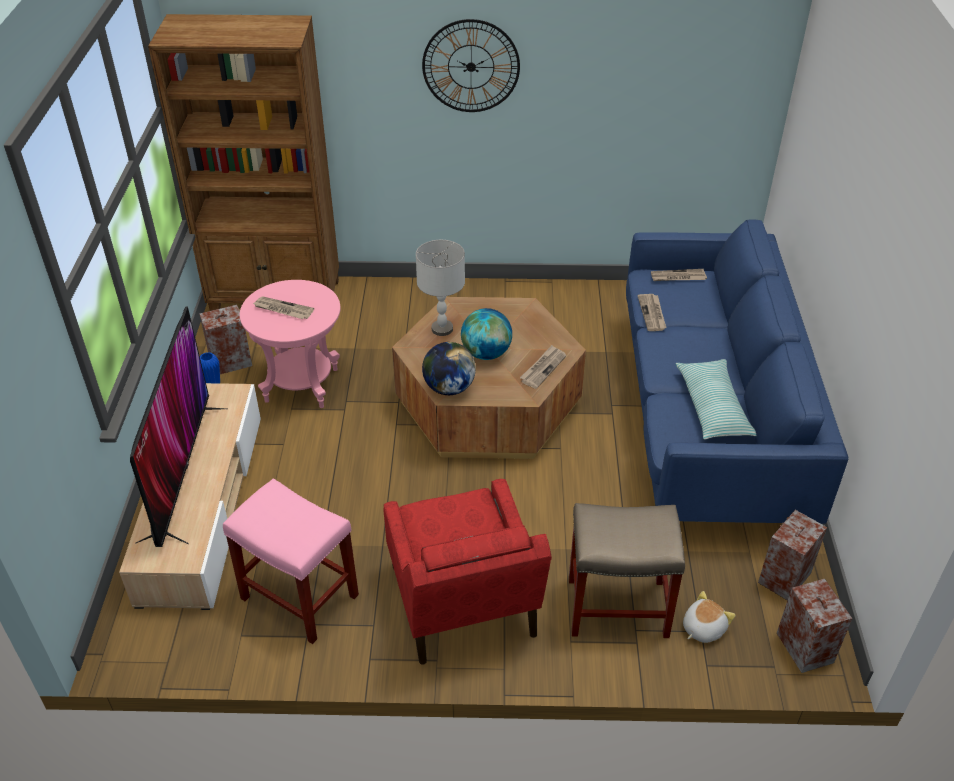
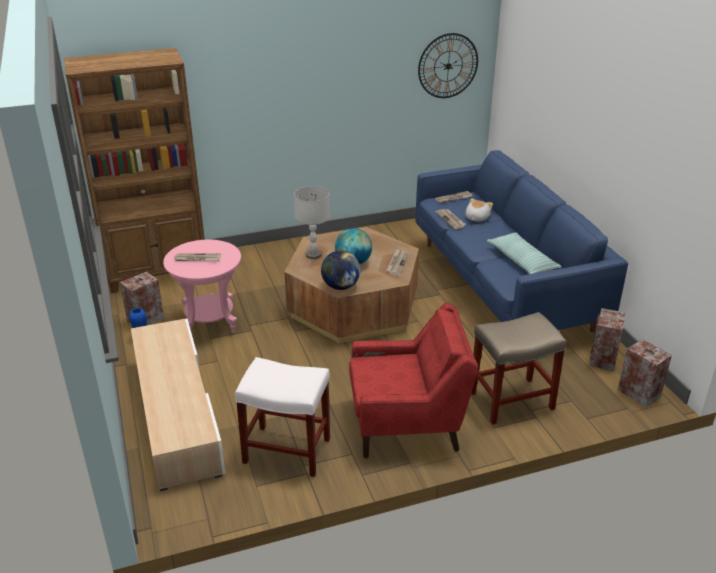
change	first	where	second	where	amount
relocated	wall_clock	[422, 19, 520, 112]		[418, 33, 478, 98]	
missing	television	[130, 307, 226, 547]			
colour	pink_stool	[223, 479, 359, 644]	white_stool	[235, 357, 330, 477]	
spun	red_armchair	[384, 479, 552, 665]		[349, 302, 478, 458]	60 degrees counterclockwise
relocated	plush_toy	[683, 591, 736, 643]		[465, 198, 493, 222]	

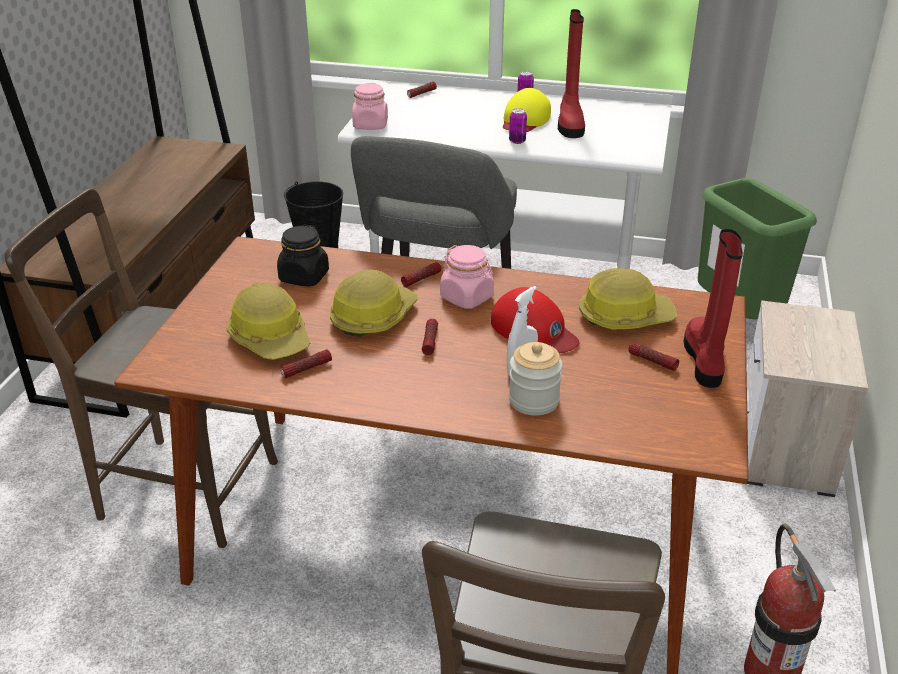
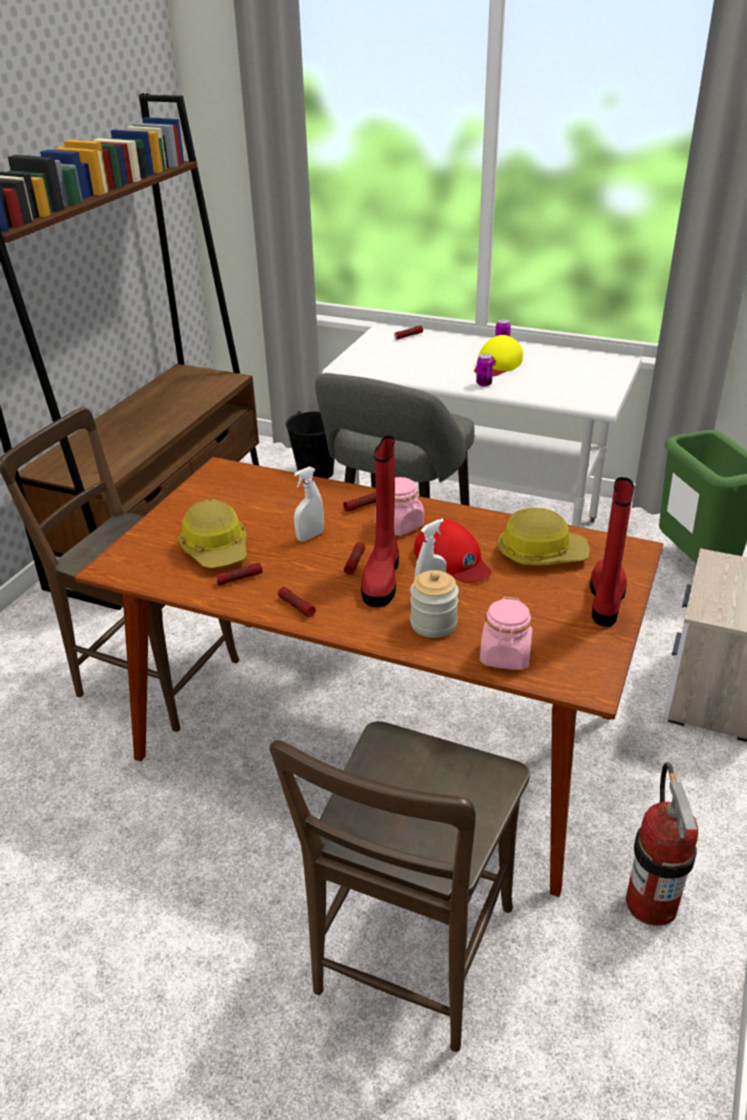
change	first	where	second	where	amount
relocated	red_boot	[558, 9, 585, 138]		[361, 435, 399, 607]	
relocated	pink_jar	[352, 83, 388, 130]		[480, 597, 533, 670]	
missing	black_jar	[277, 224, 329, 287]			
exchanged	hard_hat	[330, 270, 418, 337]	white_spray_bottle	[294, 466, 324, 541]	
relocated	flashlight	[628, 342, 679, 371]		[278, 587, 316, 617]	

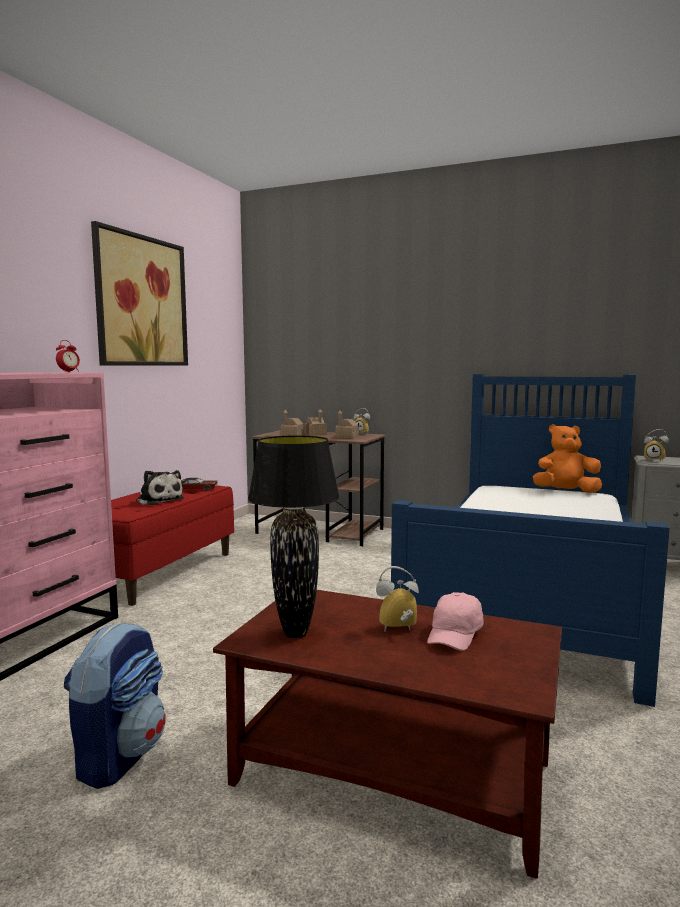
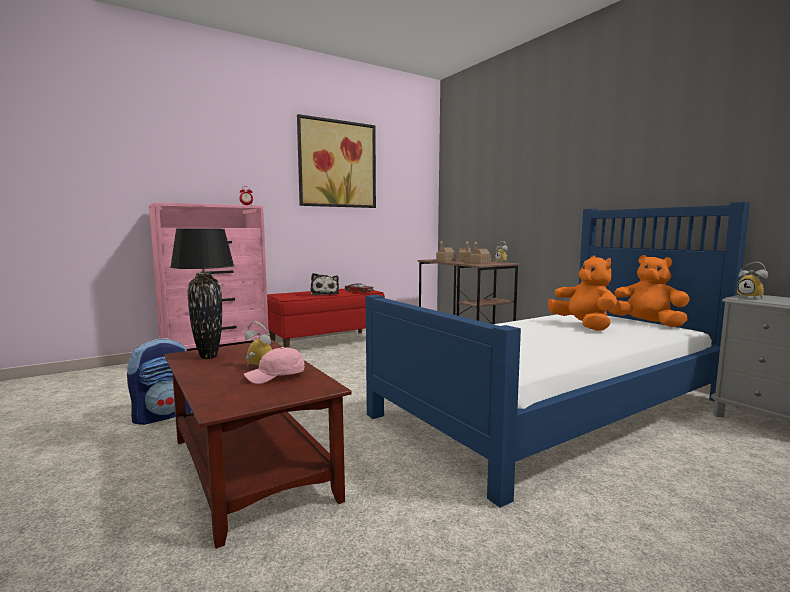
change	first	where	second	where	amount
appeared			orange_plush_toy	[548, 255, 617, 331]	

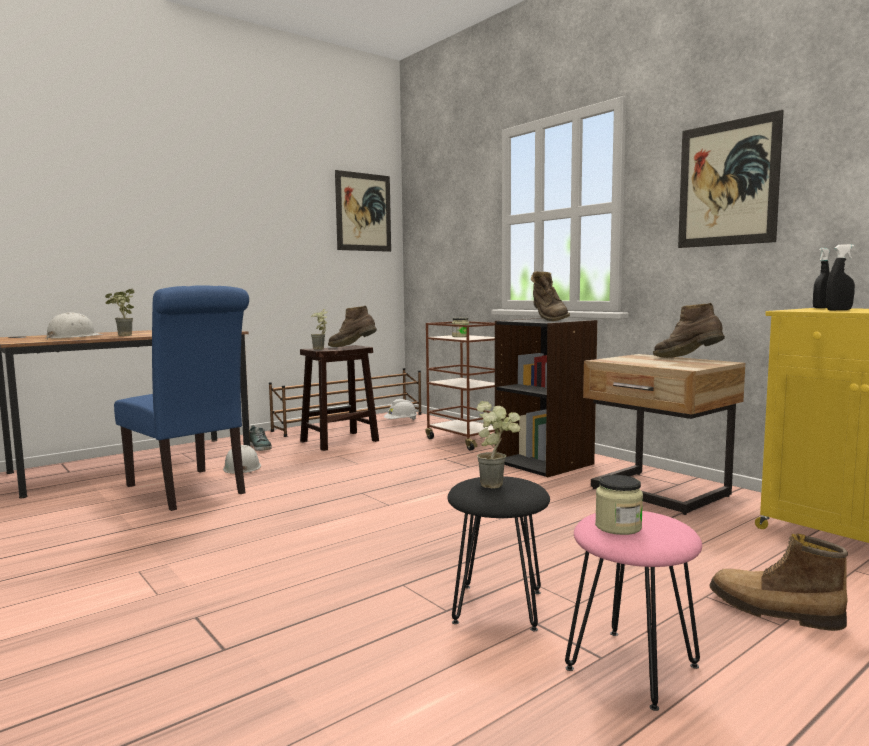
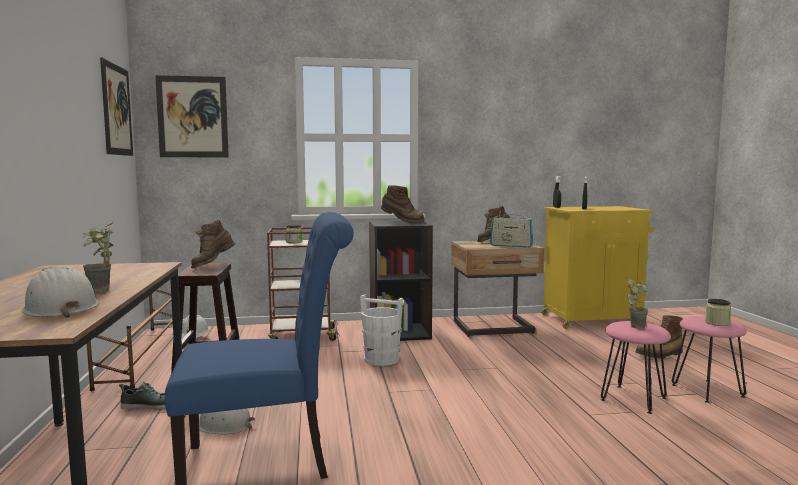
change	first	where	second	where	amount
relocated	picture	[678, 110, 784, 248]		[155, 75, 229, 157]	
missing	potted_plant	[311, 309, 328, 350]			
colour	black_stool	[447, 476, 550, 631]	pink_stool	[601, 321, 671, 414]	
appeared			radio	[490, 211, 533, 247]	
appeared			white_bucket	[360, 294, 404, 366]	

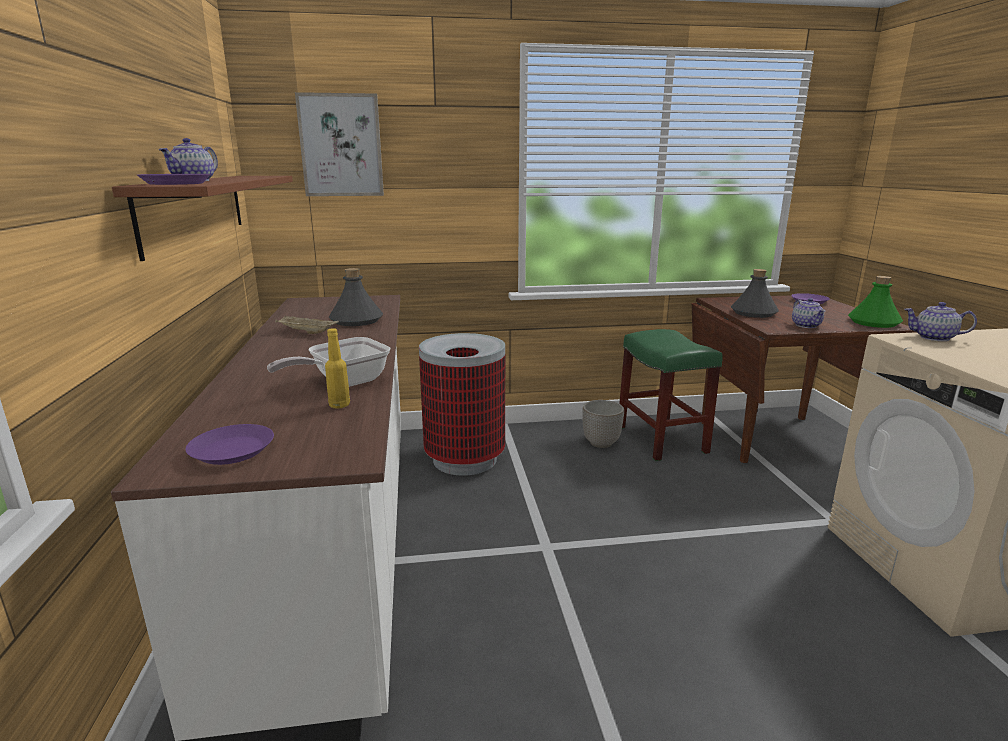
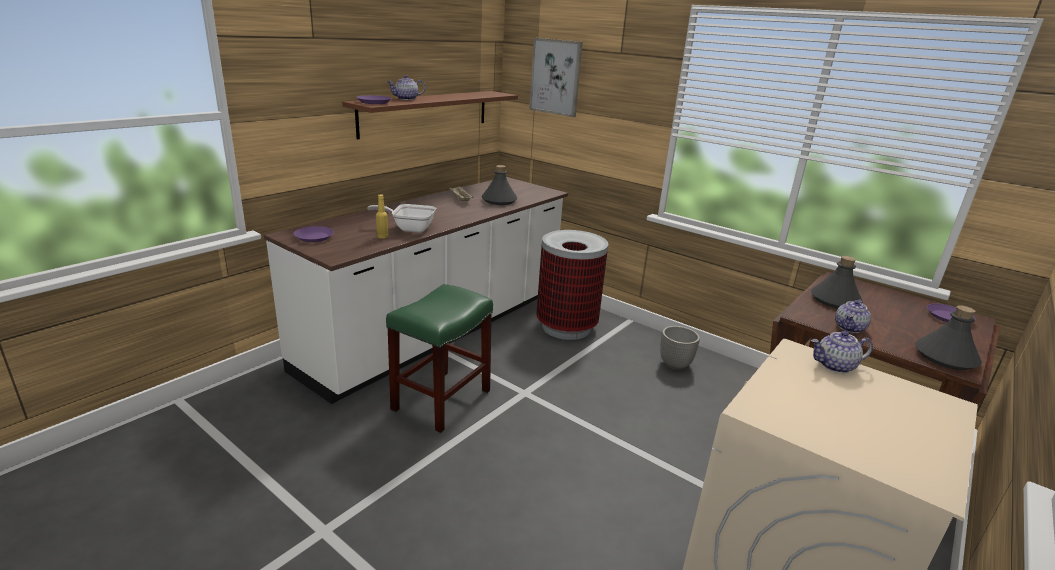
change	first	where	second	where	amount
colour	green_bottle	[848, 276, 903, 328]	grey_bottle	[915, 305, 982, 370]	
spun	teapot	[904, 302, 977, 341]		[811, 331, 873, 373]	75 degrees counterclockwise
relocated	green_stool	[619, 329, 723, 461]		[386, 284, 493, 433]	

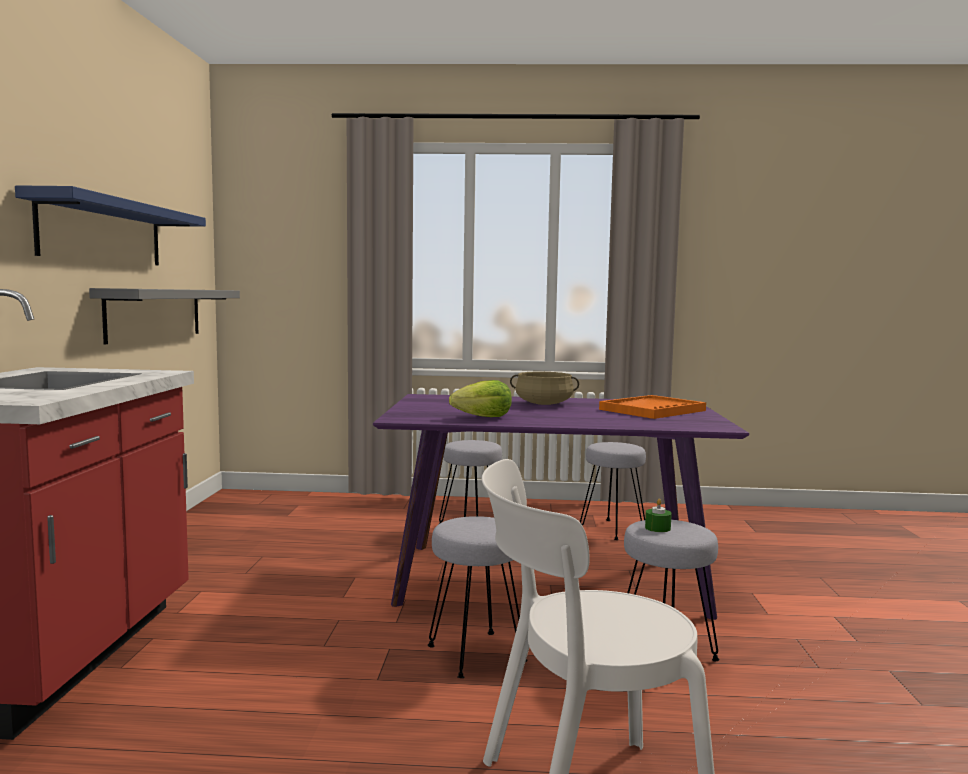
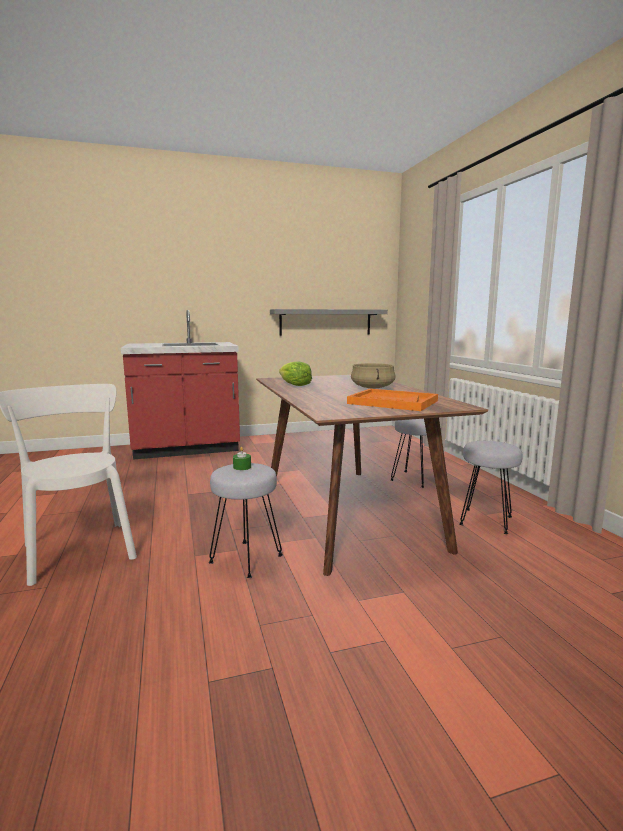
change	first	where	second	where	amount
missing	blue_shelf	[15, 185, 206, 265]			
colour	purple_dining_table	[373, 394, 749, 620]	brown_dining_table	[256, 375, 488, 576]	
missing	grey_stool	[428, 516, 527, 678]			

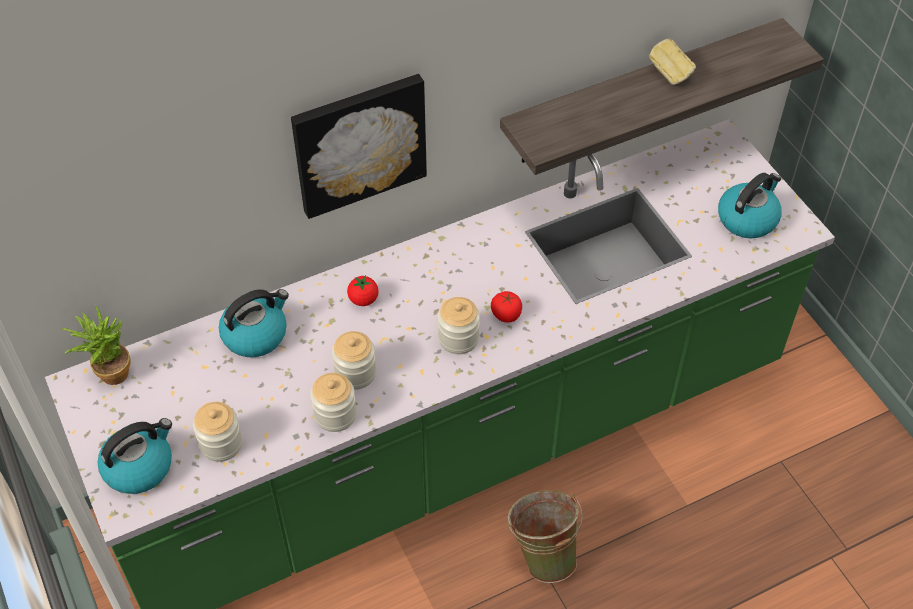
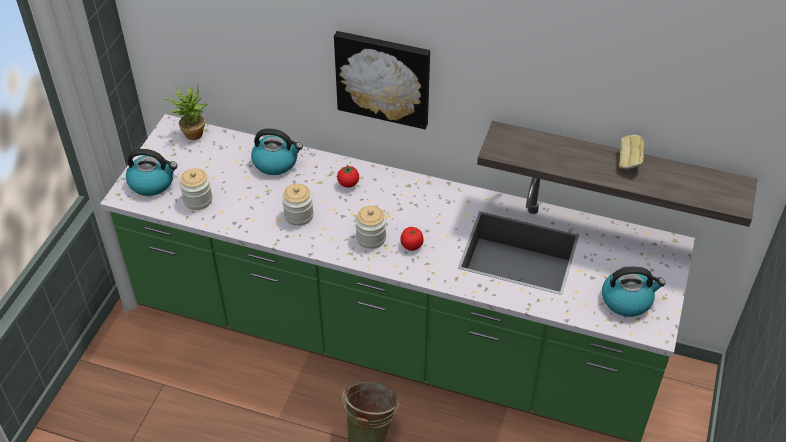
change	first	where	second	where	amount
missing	jar	[310, 373, 357, 432]			

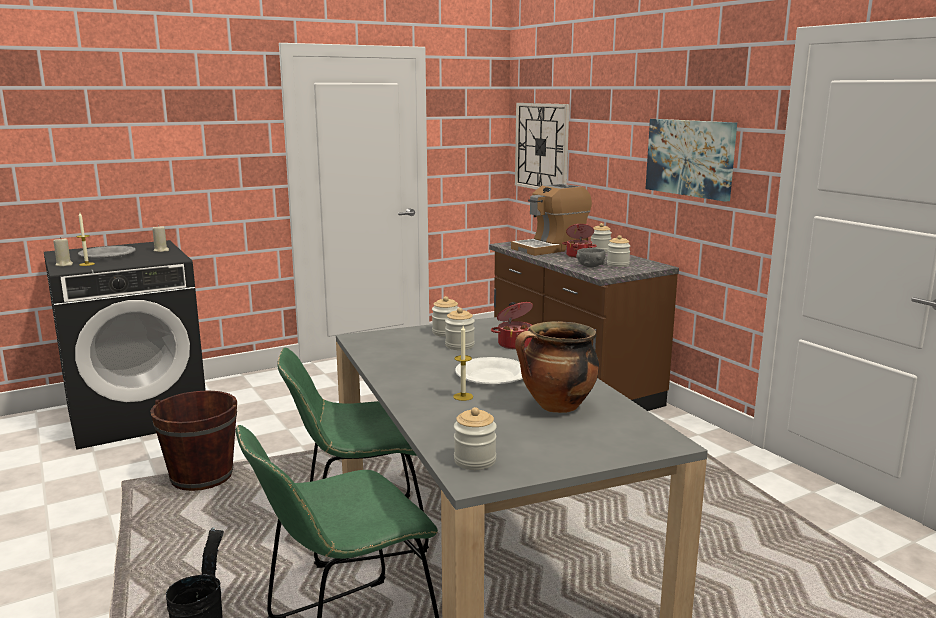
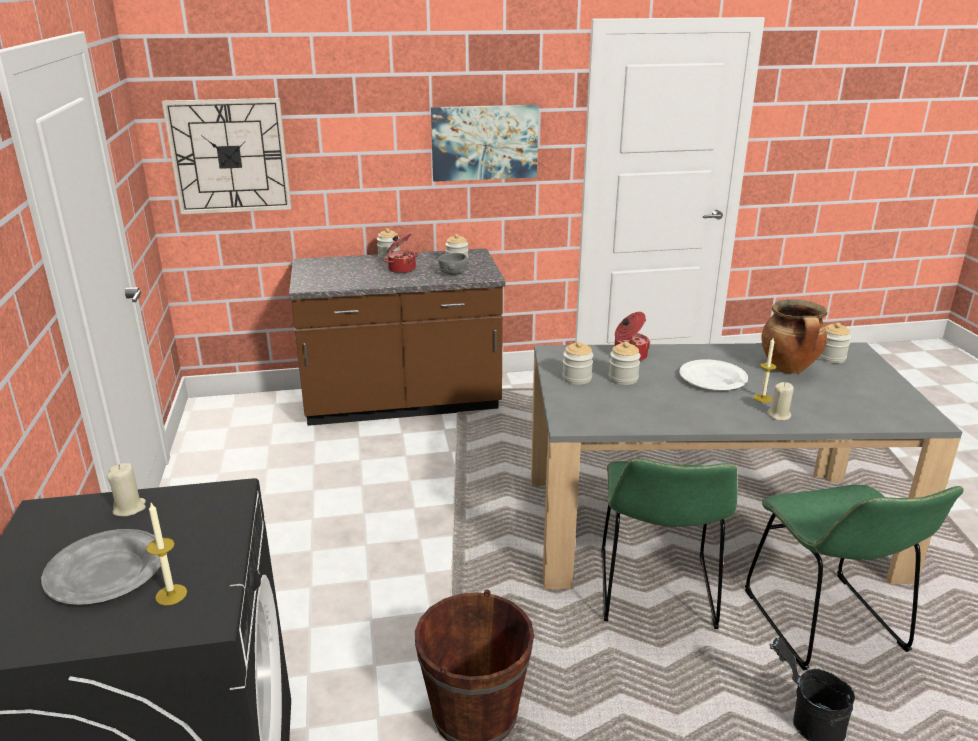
change	first	where	second	where	amount
missing	coffee_machine	[511, 184, 592, 256]			
relocated	beige_candle	[53, 237, 73, 267]		[767, 382, 794, 420]	
relocated	jar	[454, 407, 497, 470]		[818, 322, 851, 363]	

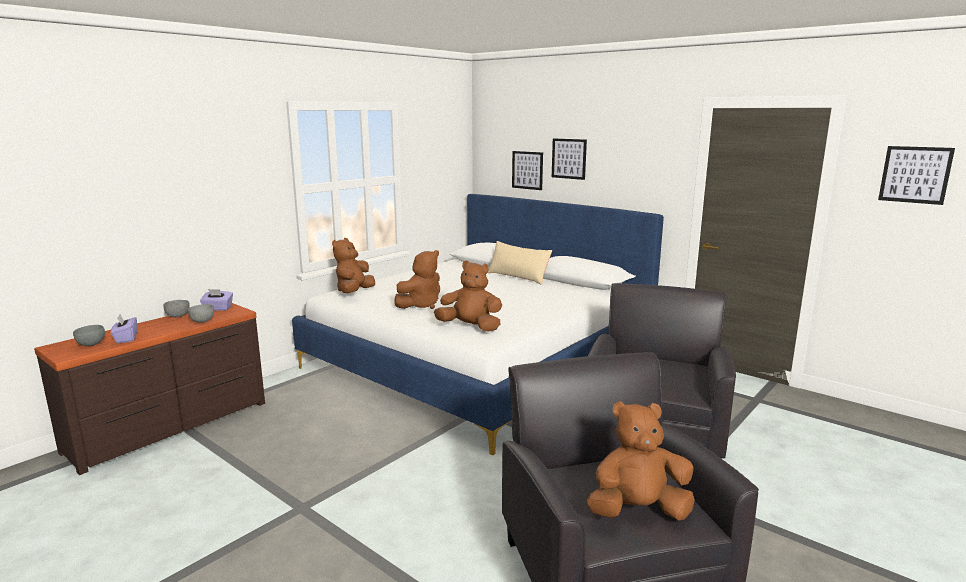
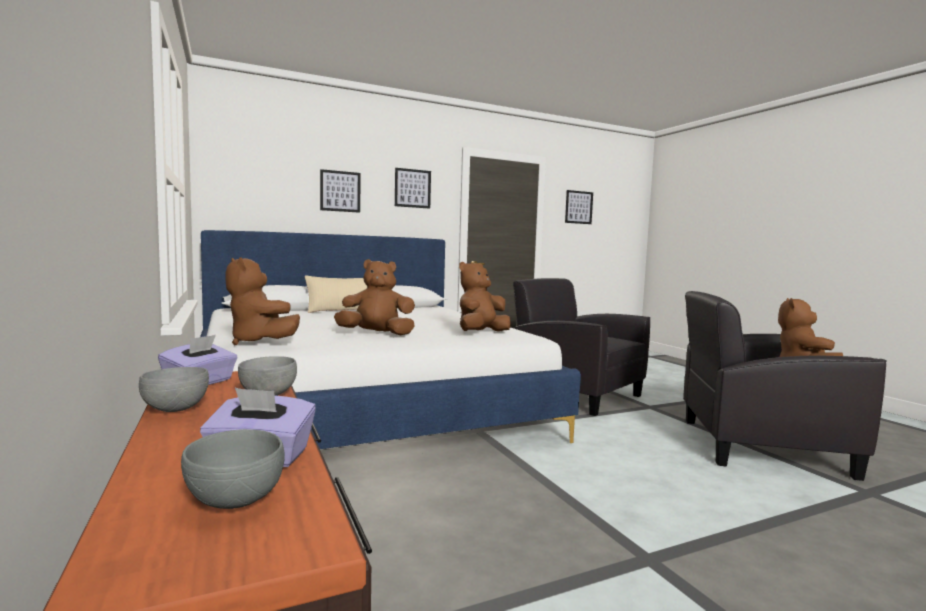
change	first	where	second	where	amount
relocated	picture	[512, 151, 543, 190]		[395, 168, 431, 209]	
spun	brown_plush_toy	[394, 250, 440, 309]		[334, 259, 415, 335]	75 degrees counterclockwise

